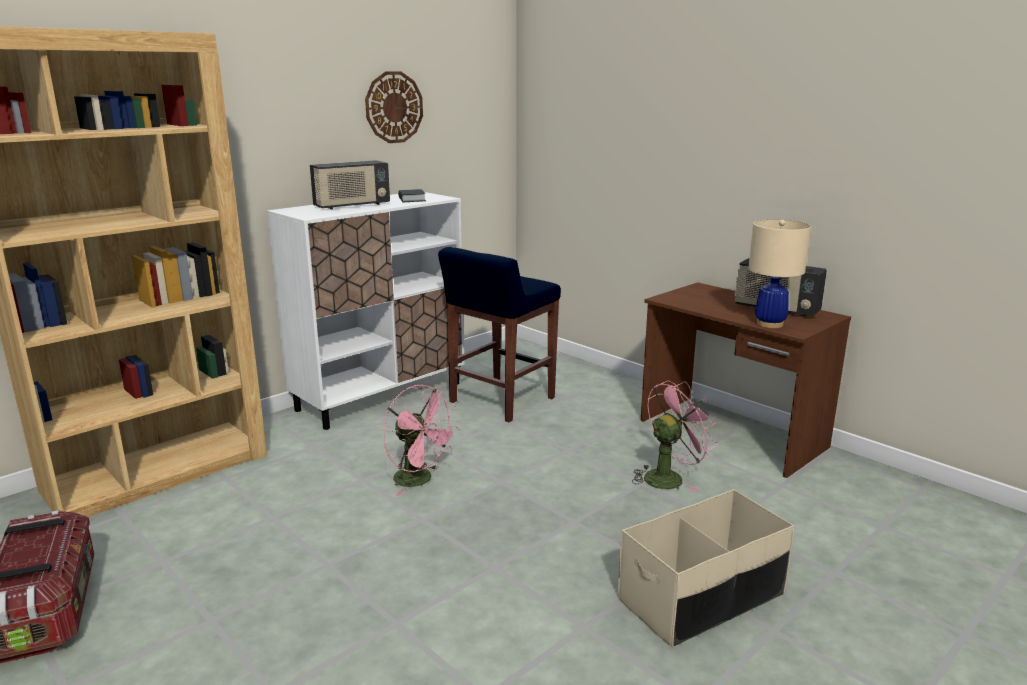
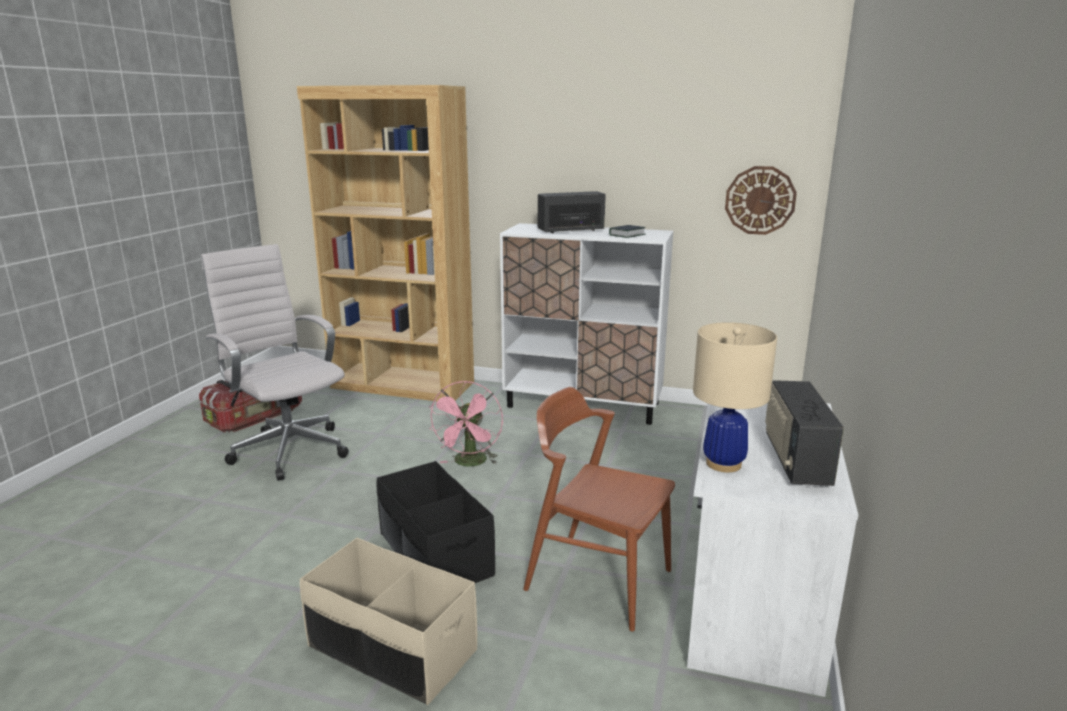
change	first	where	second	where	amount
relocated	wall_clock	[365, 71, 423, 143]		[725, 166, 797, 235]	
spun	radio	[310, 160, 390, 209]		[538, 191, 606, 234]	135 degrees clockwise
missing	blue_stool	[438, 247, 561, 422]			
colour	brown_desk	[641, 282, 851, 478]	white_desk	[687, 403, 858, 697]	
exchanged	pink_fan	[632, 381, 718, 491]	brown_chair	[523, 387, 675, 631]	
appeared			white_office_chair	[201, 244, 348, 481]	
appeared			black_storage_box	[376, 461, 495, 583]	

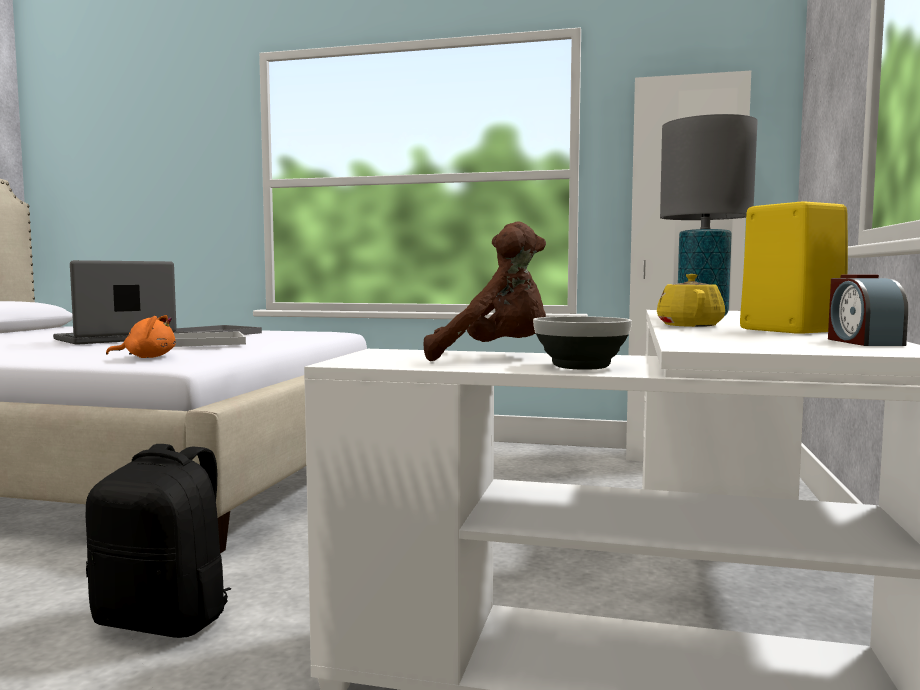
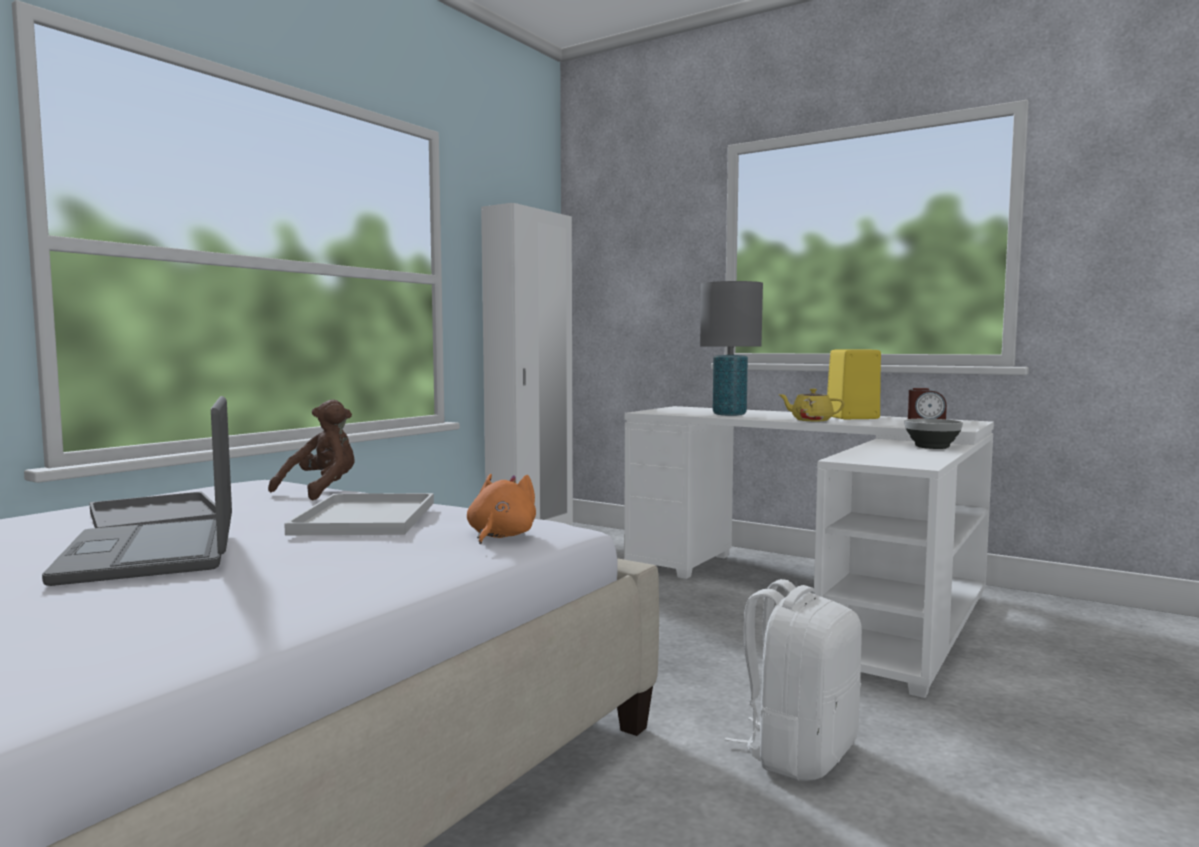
change	first	where	second	where	amount
relocated	brown_plush_toy	[424, 221, 546, 361]		[268, 399, 355, 500]	
colour	black_backpack	[86, 444, 231, 638]	white_backpack	[725, 579, 862, 781]	

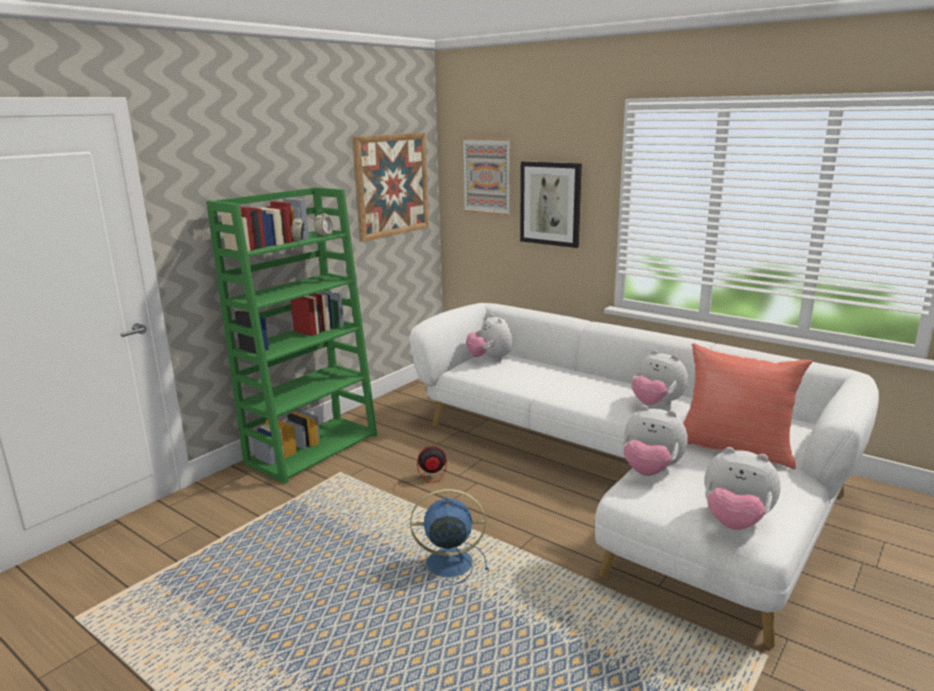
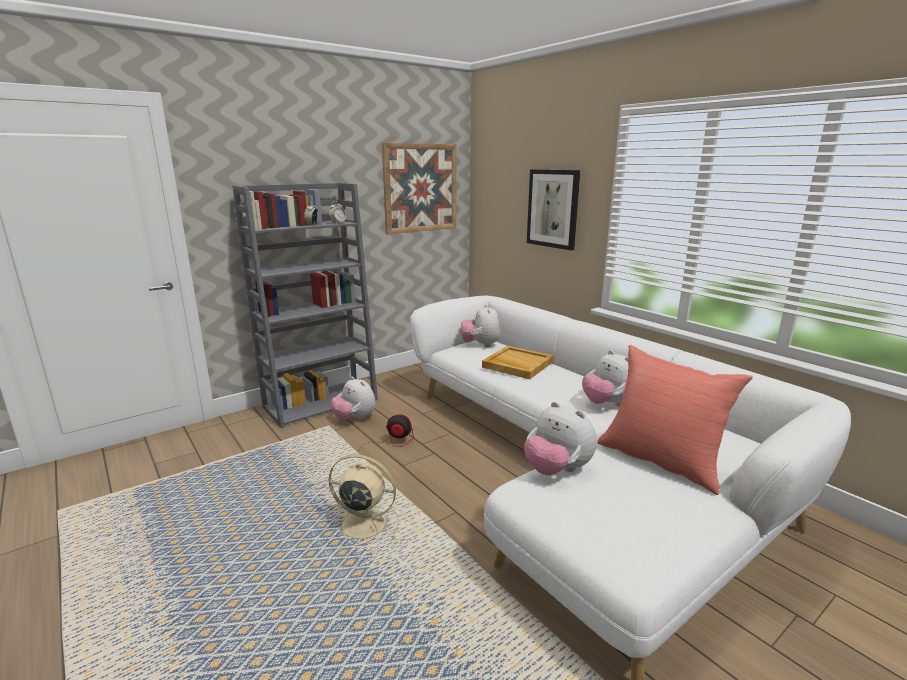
change	first	where	second	where	amount
missing	picture	[462, 138, 510, 215]			
colour	green_bookcase	[206, 187, 377, 484]	grey_bookcase	[233, 183, 378, 429]	
relocated	plush_toy	[705, 447, 781, 530]		[331, 376, 376, 420]	
colour	blue_fan	[410, 489, 489, 586]	beige_fan	[328, 454, 399, 546]	
appeared			beige_tray	[482, 346, 553, 379]	

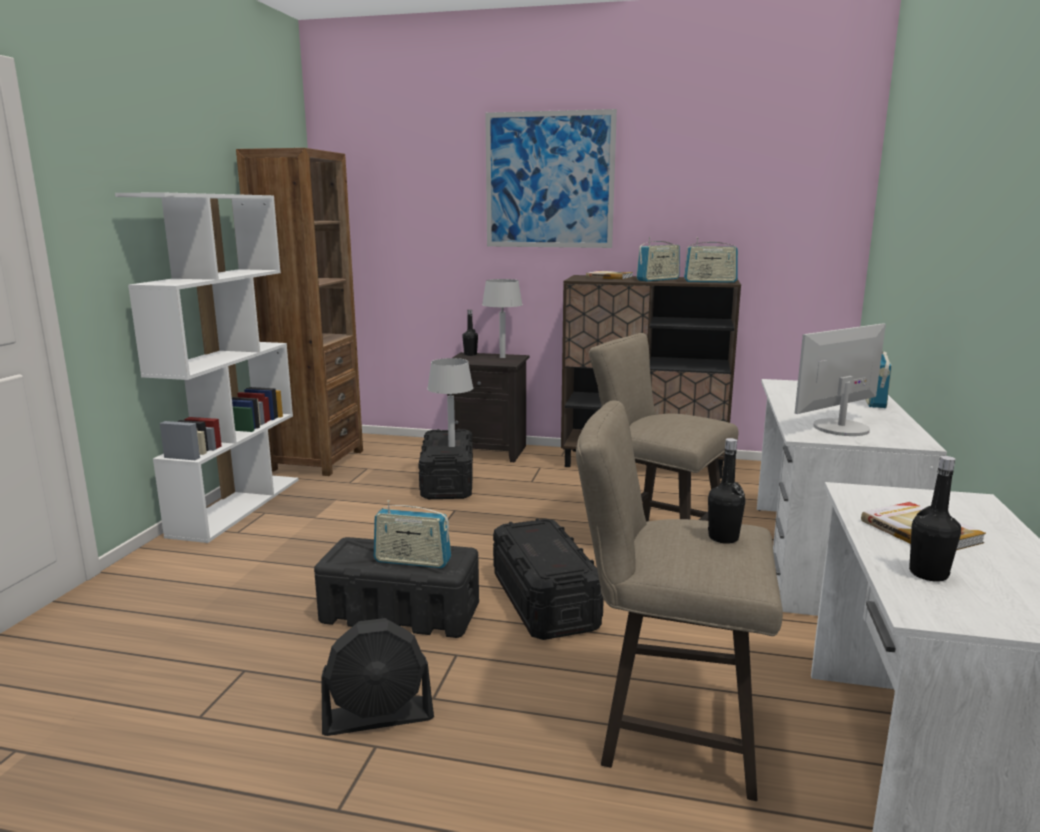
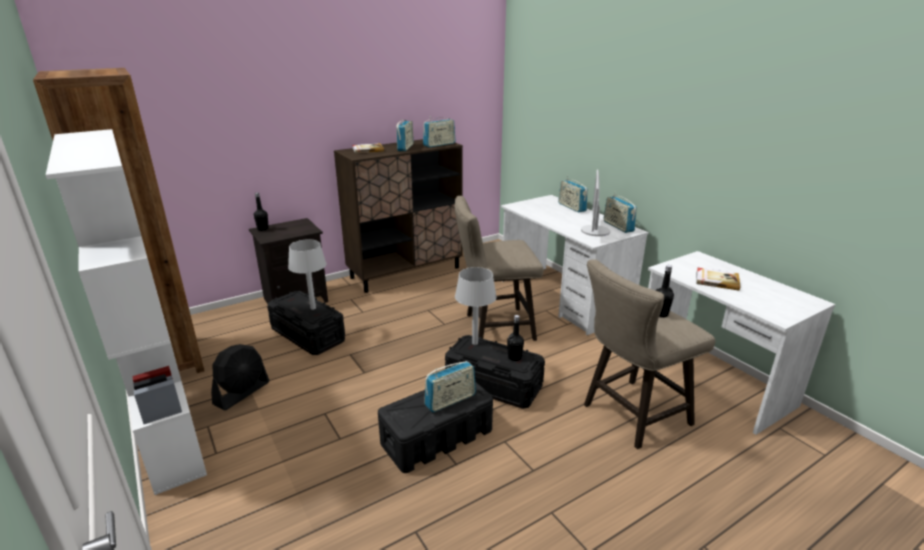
change	first	where	second	where	amount
missing	picture	[485, 109, 617, 248]			
relocated	grey_table_lamp	[482, 279, 523, 358]		[455, 267, 497, 345]	
relocated	black_bottle	[909, 456, 961, 582]		[507, 315, 524, 361]	
relocated	black_fan	[321, 618, 434, 736]		[211, 344, 270, 410]	
appeared			radio	[603, 192, 637, 233]	

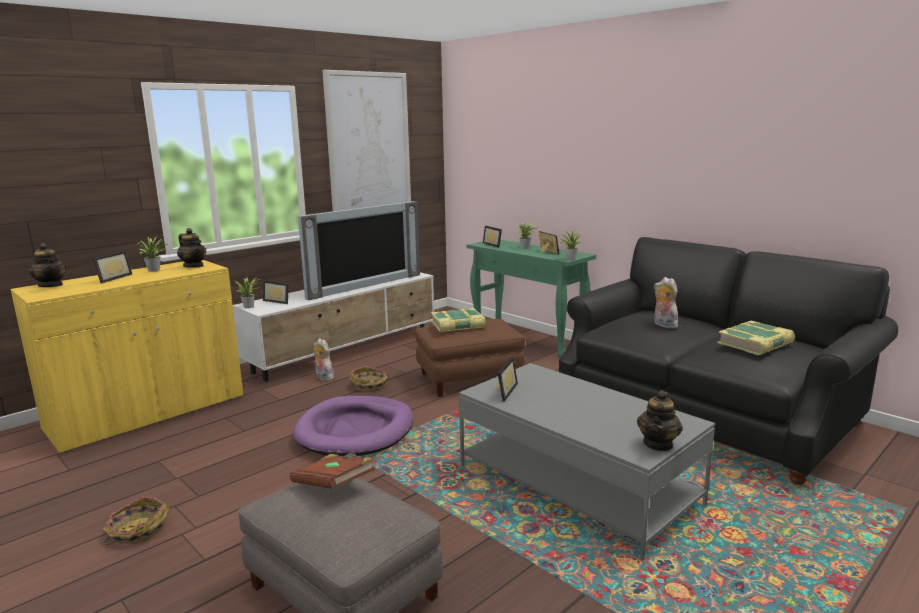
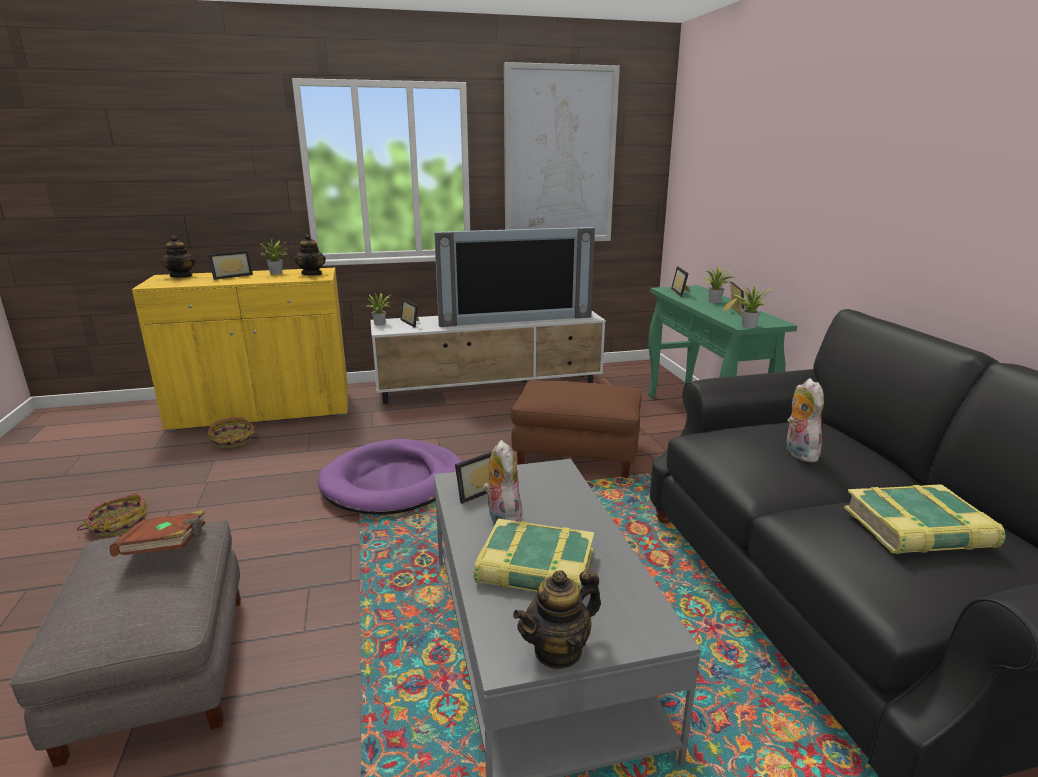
change	first	where	second	where	amount
relocated	book	[431, 308, 485, 332]		[474, 519, 594, 592]	
relocated	plush_toy	[313, 338, 334, 381]		[483, 440, 522, 525]	
relocated	basket	[349, 366, 390, 391]		[208, 418, 260, 449]	

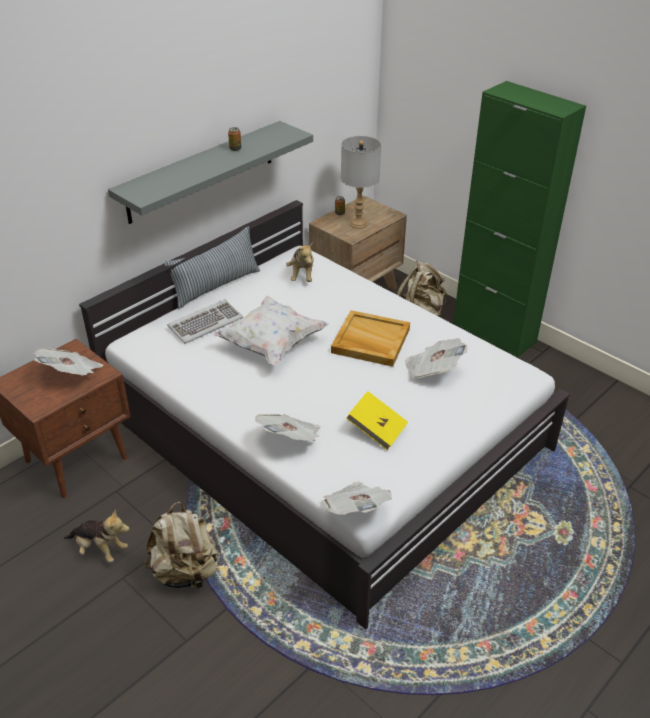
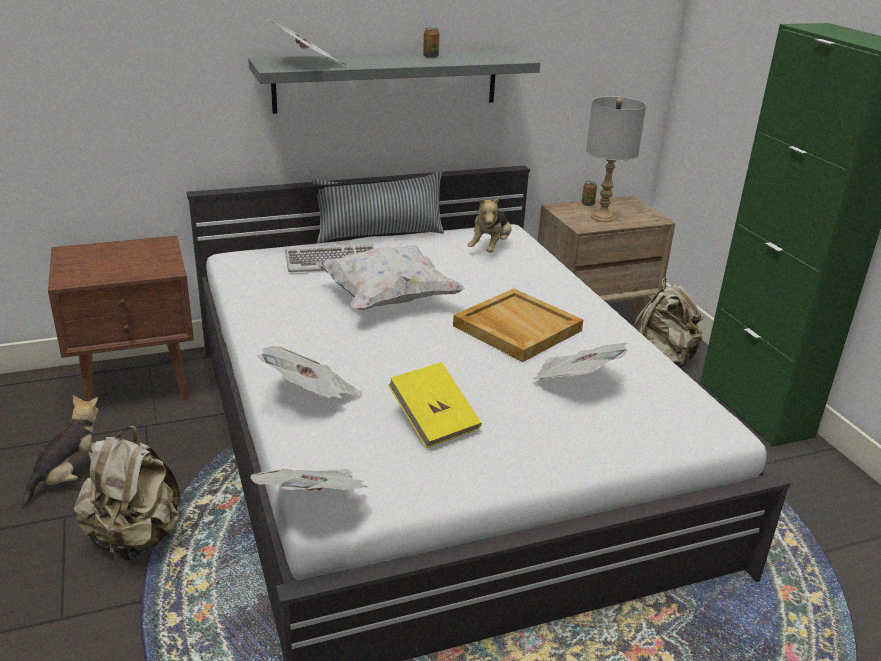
change	first	where	second	where	amount
relocated	newspaper	[34, 348, 104, 376]		[264, 18, 348, 65]	
spun	plush_toy	[64, 510, 130, 562]		[22, 395, 99, 508]	105 degrees counterclockwise

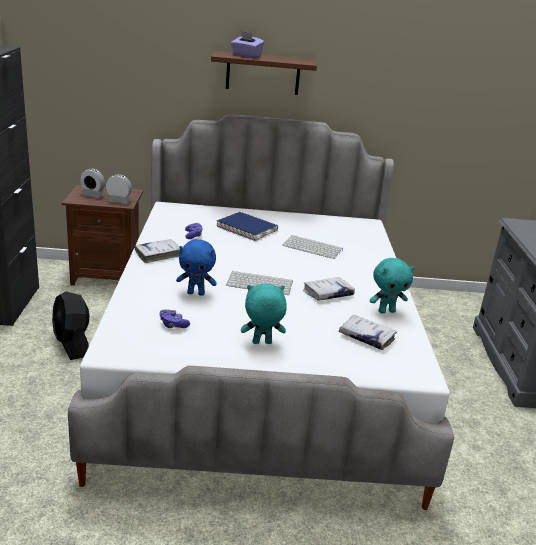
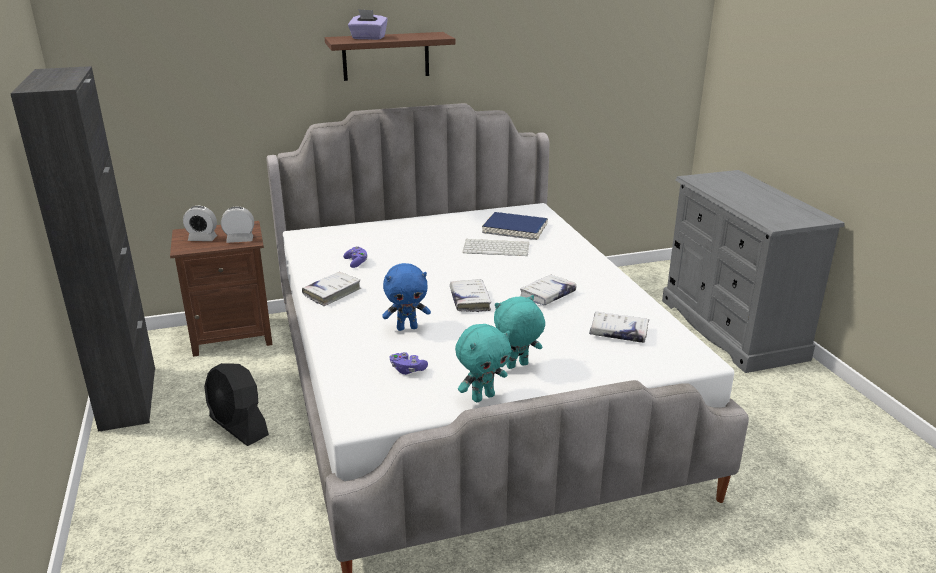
change	first	where	second	where	amount
relocated	blue_book	[217, 212, 278, 241]		[482, 212, 548, 240]	
relocated	turquoise_plush_toy	[370, 258, 415, 314]		[455, 324, 511, 402]	
exchanged	keyboard	[226, 271, 293, 295]	white_book	[450, 279, 491, 312]	

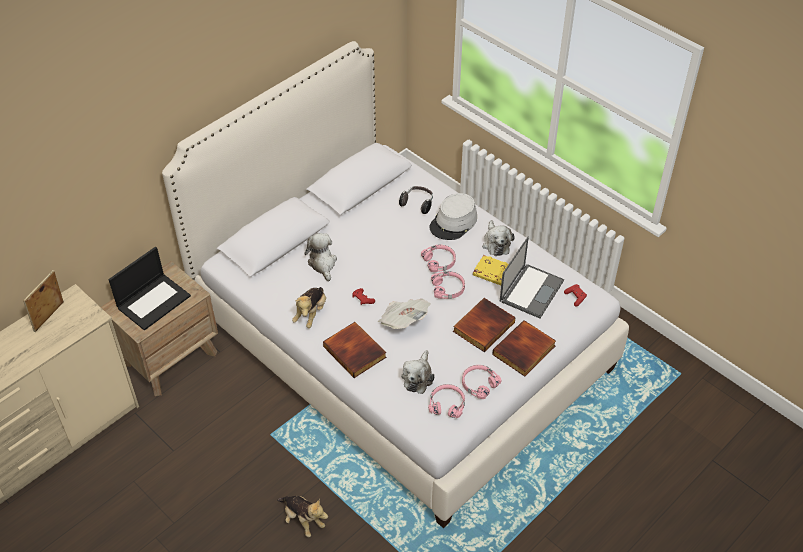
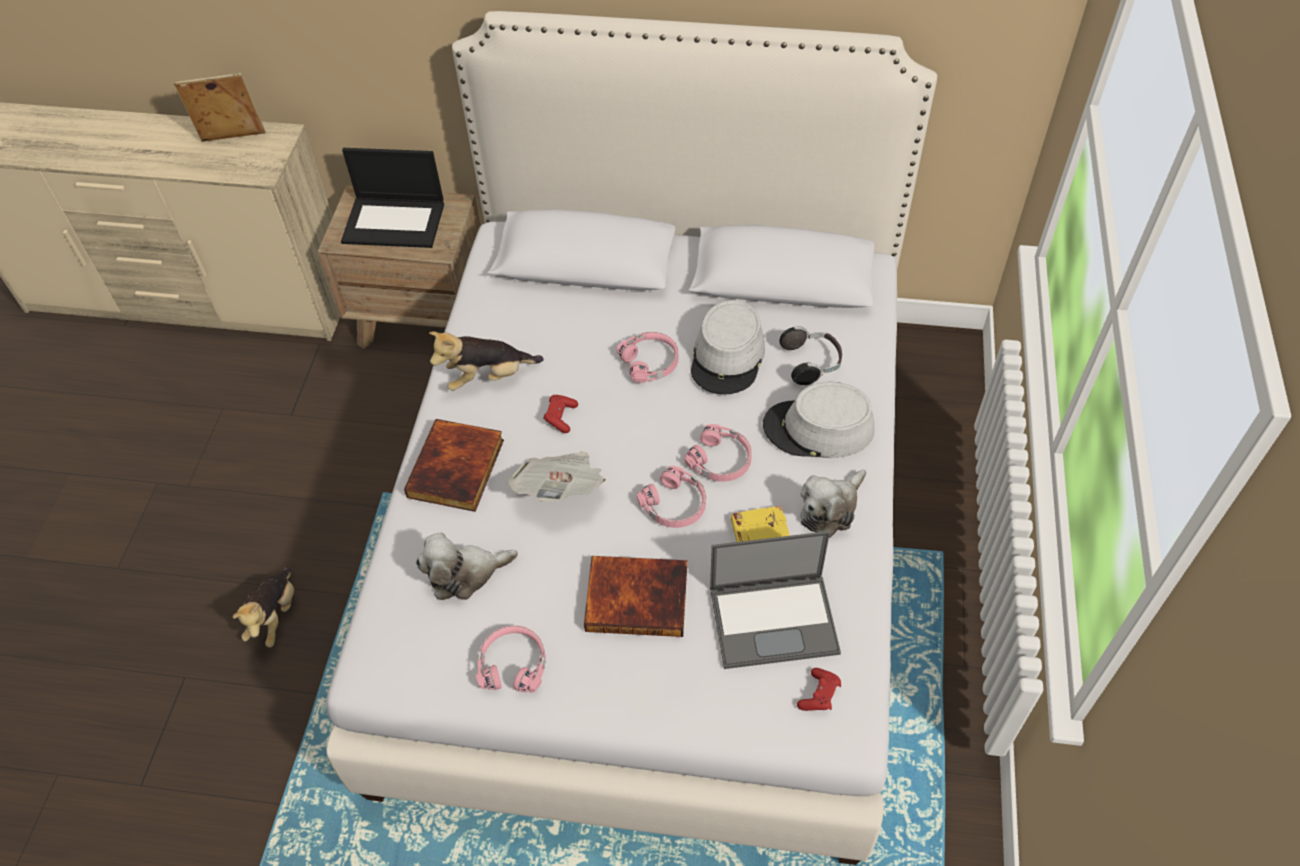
change	first	where	second	where	amount
missing	plush_toy	[304, 233, 337, 282]			
missing	book	[492, 320, 556, 377]			
relocated	pink_headphones	[428, 384, 465, 418]		[617, 332, 679, 383]	
appeared			grey_hat	[691, 300, 765, 395]	

